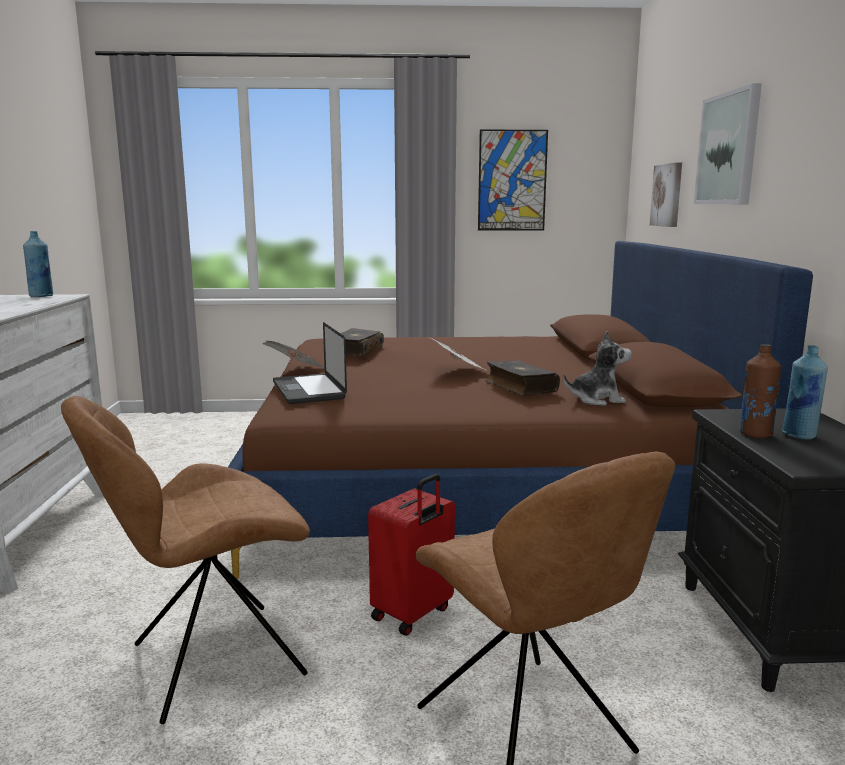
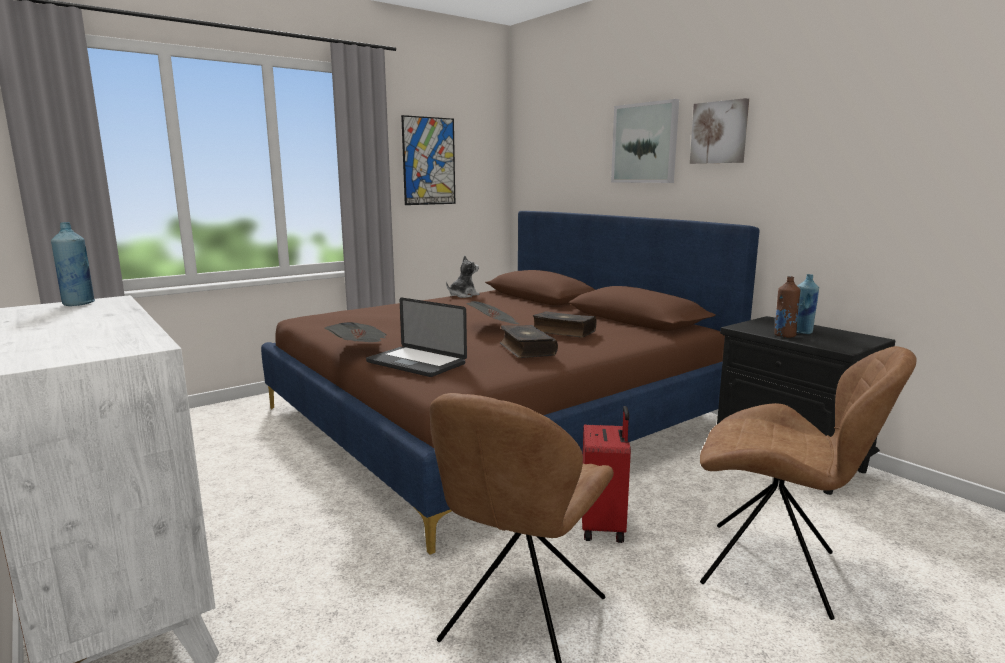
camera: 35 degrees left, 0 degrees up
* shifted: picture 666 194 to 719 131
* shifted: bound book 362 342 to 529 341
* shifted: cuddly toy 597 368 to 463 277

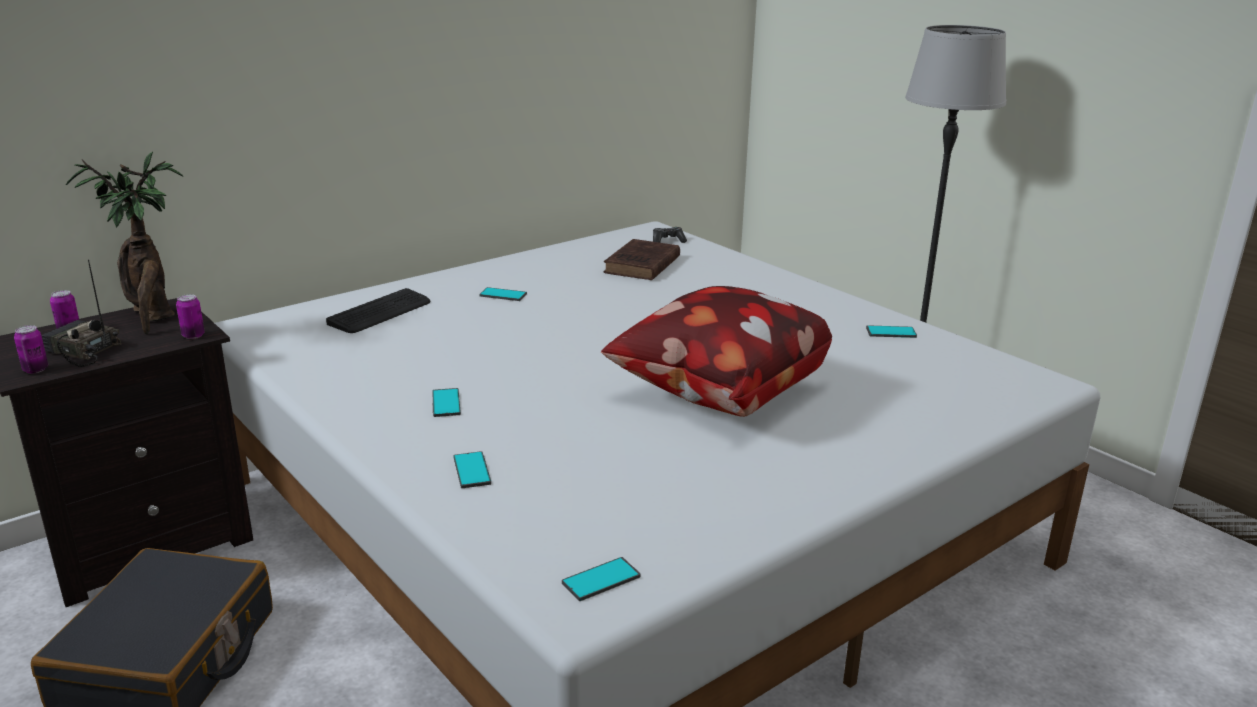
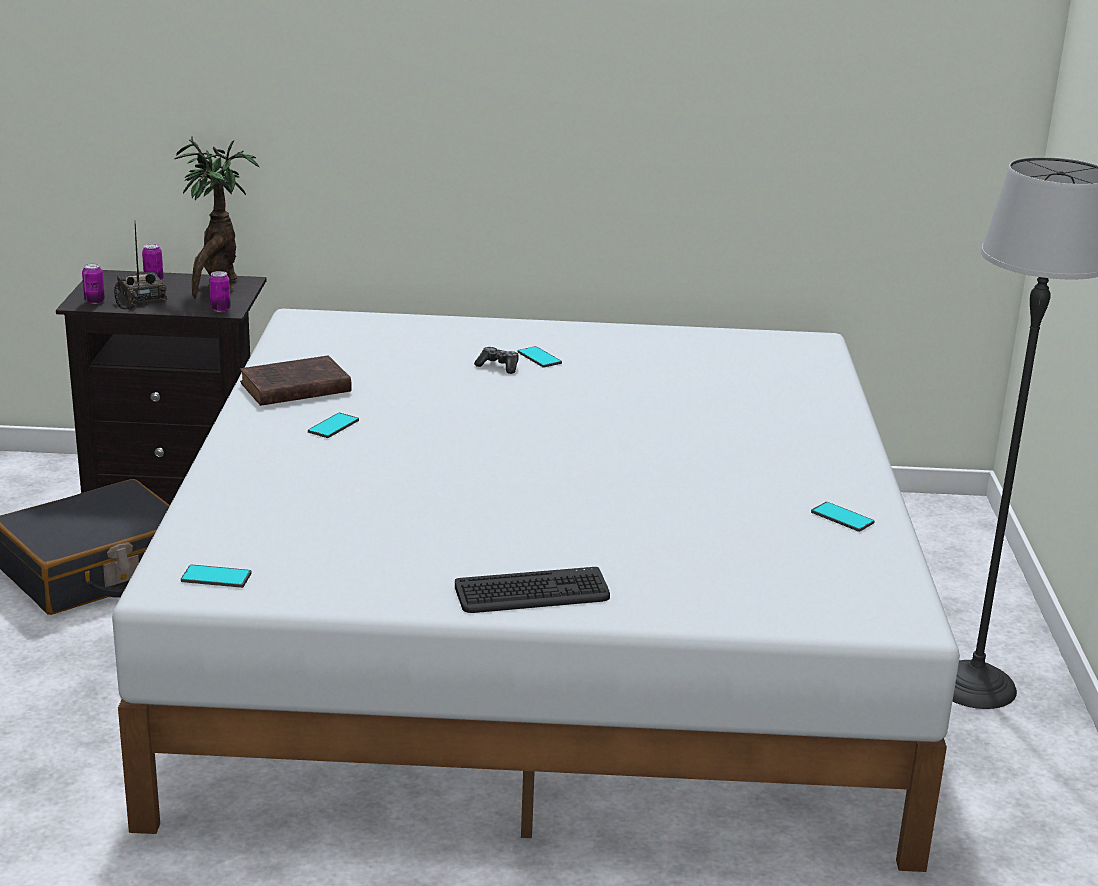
camera: 40 degrees right, 0 degrees up
* shifted: game controller 670 235 to 496 360
* shifted: bound book (brown) 642 259 to 296 380
* gone: throw pillow 716 351
* shifted: keyboard 378 310 to 532 590
* gone: telephone 472 469

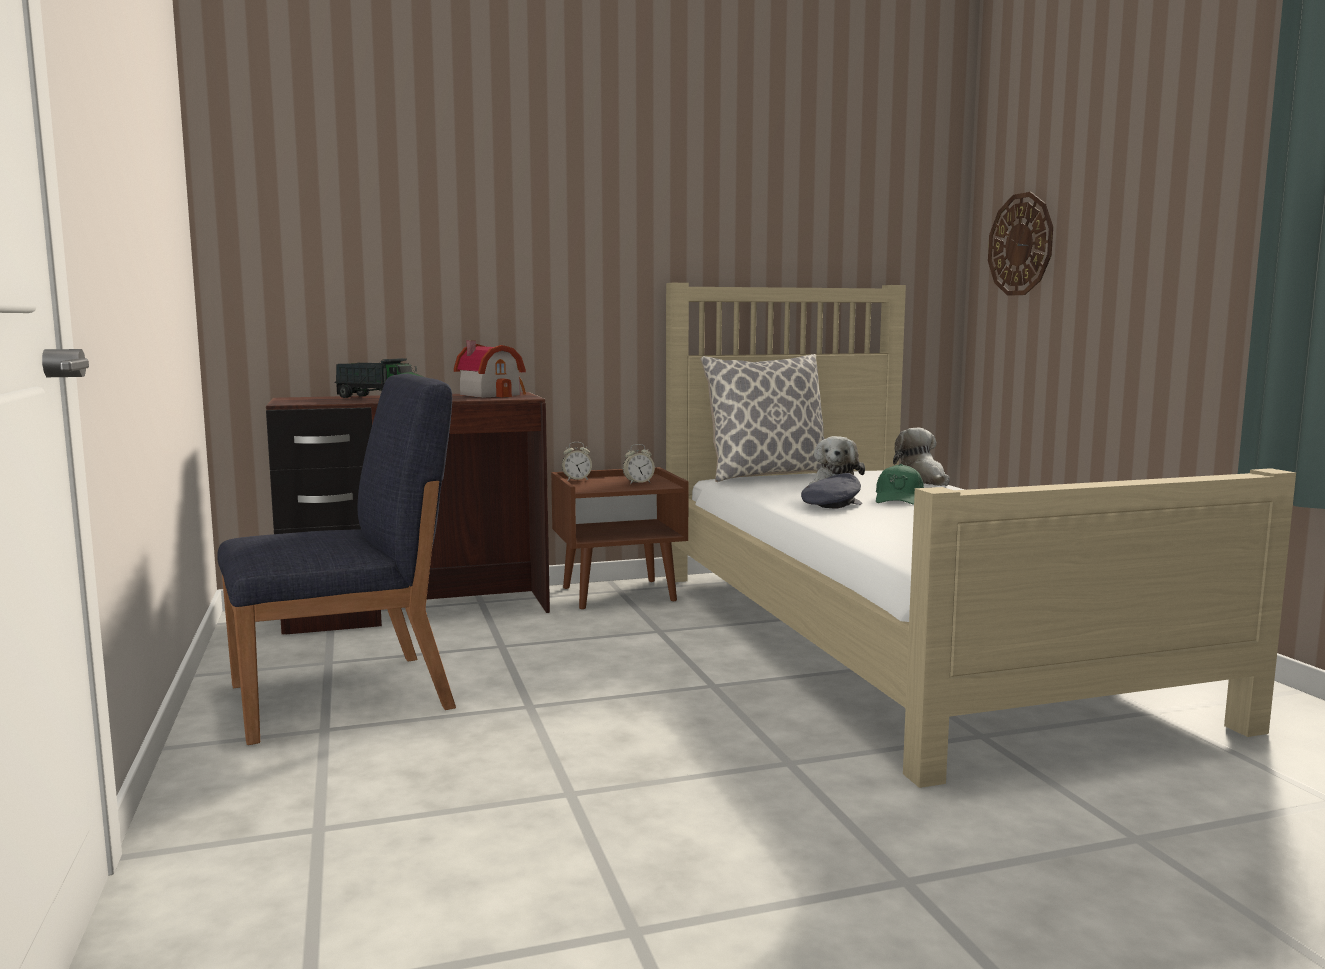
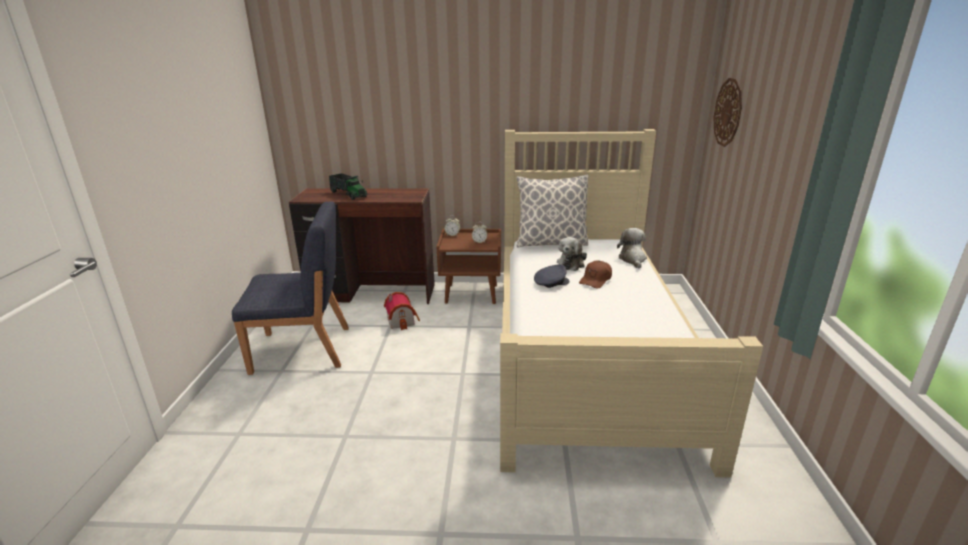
camera: 20 degrees right, 15 degrees up
* shifted: miniature house 490 369 to 402 311
* repainted: cap (green) 900 484 to cap (brown) 595 274

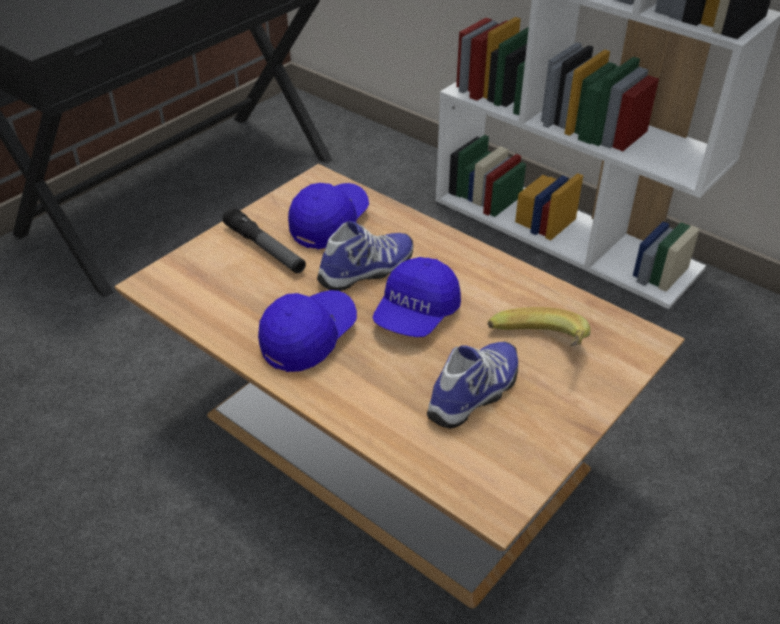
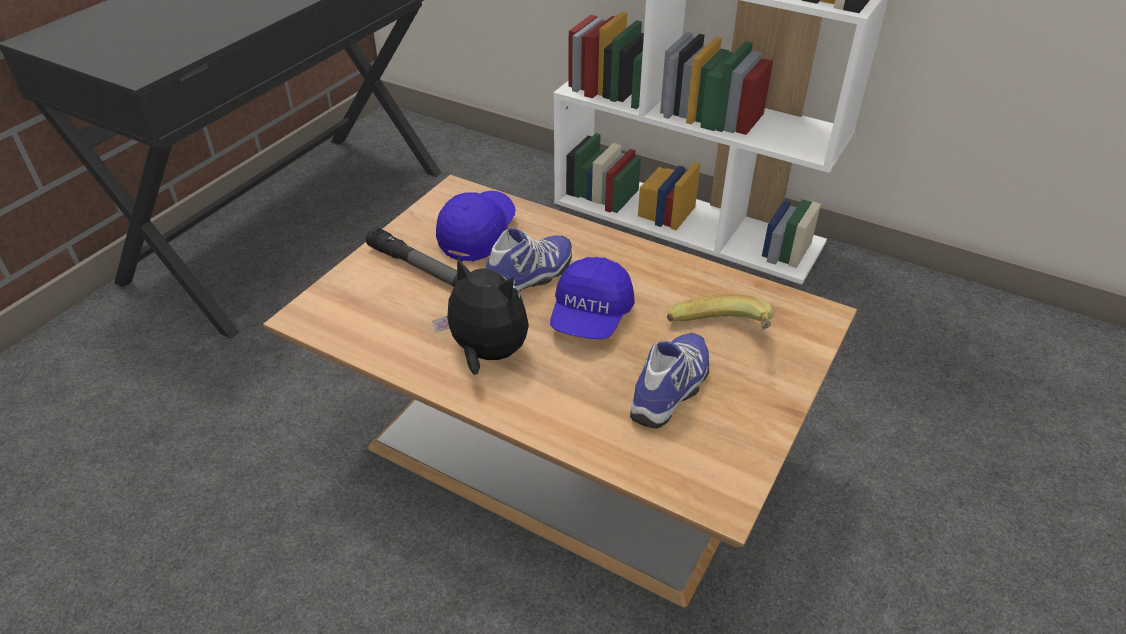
camera: 10 degrees left, 0 degrees up
* swapped: cap (blue-coloured) 307 331 to cuddly toy 480 316

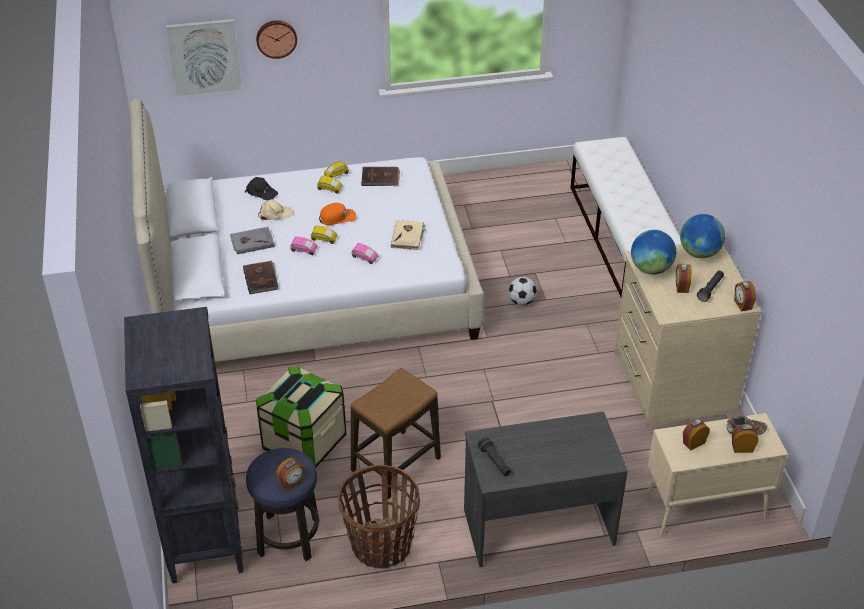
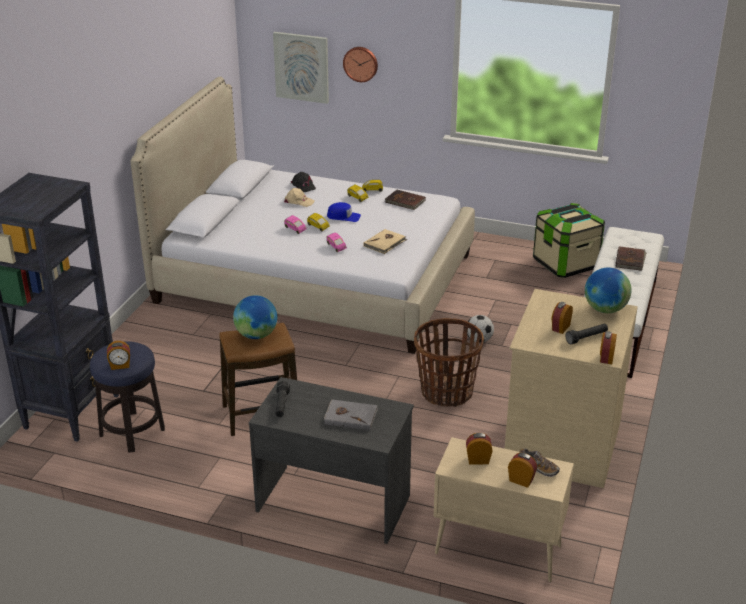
camera: 30 degrees right, 10 degrees down
* repainted: cap (orange-coloured) 337 214 to cap (blue-coloured) 344 212
* shifted: bound book (gray) 252 240 to 351 414
* shifted: desk globe 653 252 to 255 317
* shifted: bound book (brown) 261 277 to 631 258
* shifted: storage container 301 417 to 569 240
* shifted: basket 379 516 to 449 362

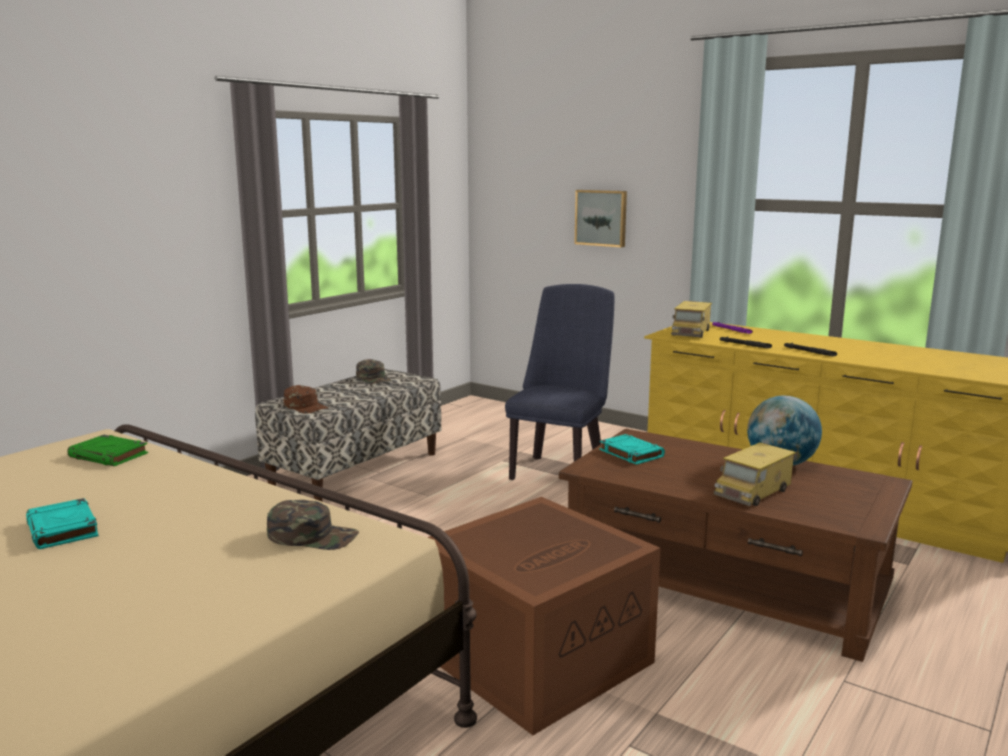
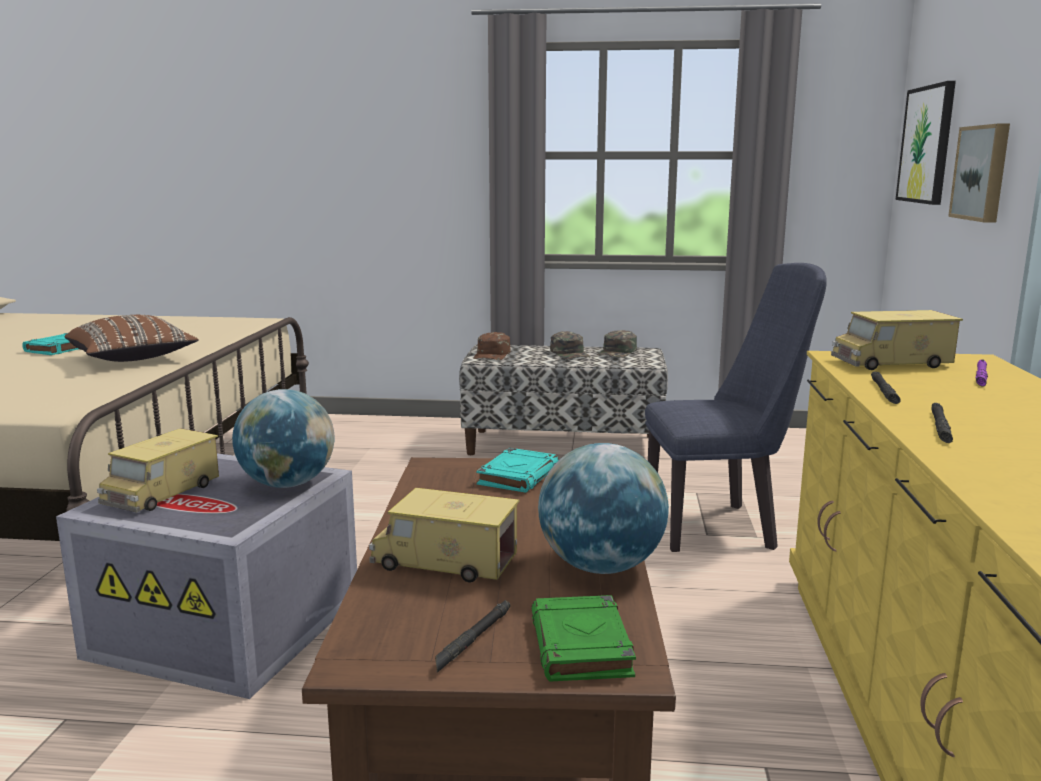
camera: 60 degrees right, 0 degrees up
* shifted: bound book (green) 107 450 to 583 638
* repainted: storage container (brown) 544 616 to storage container (gray) 206 576
* shifted: cap (green) 313 525 to 570 345
* new: picture 926 143
* new: throw pillow (brown) 132 338
* new: desk globe 283 438
* new: toy lorry 158 470
* new: hand torch (blackish) 473 636

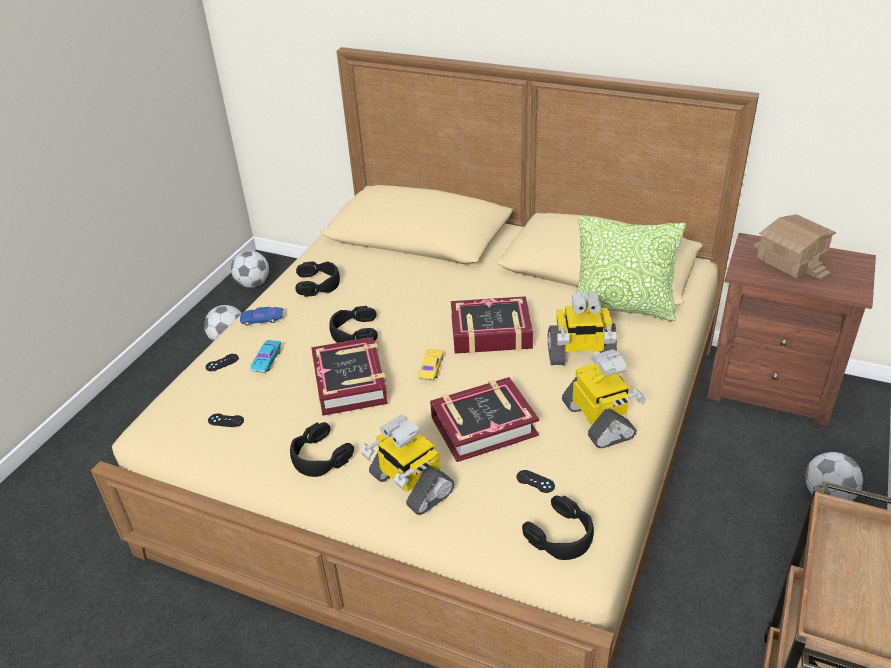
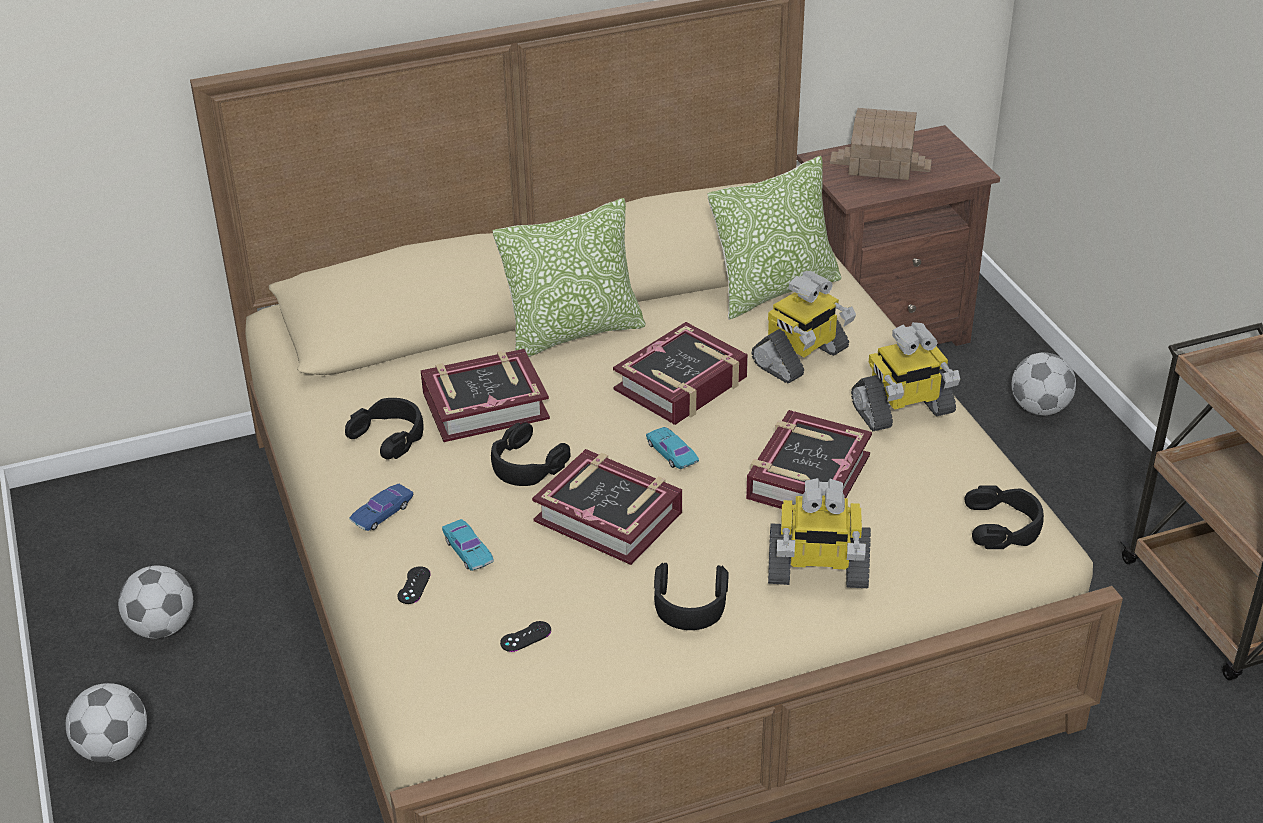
camera: 45 degrees left, 0 degrees up
* shifted: ball for football 250 269 to 106 723
* repainted: model car (yellow) 430 364 to model car (turquoise-coloured) 672 448
* rotated: robot figure 604 398 = 905 376 135 degrees clockwise
* gone: game controller (blackish) 535 481
* new: throw pillow 569 277
* new: bound book 485 395

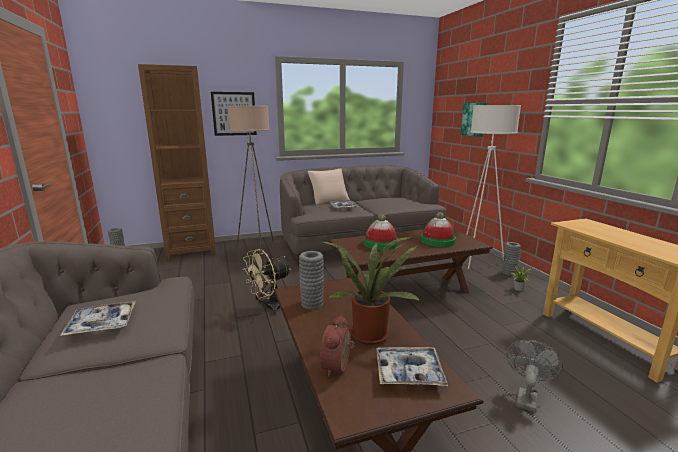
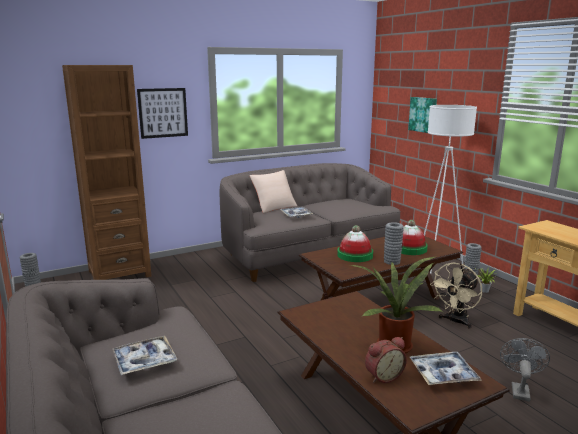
camera: 10 degrees left, 0 degrees up
* gone: standing lamp (sand-coloured) 250 179
* shifted: cooling fan (sand-coloured) 267 282 to 456 296
* shifted: flower vase (gray) 311 280 to 394 243
* rotated: bedside clock 337 346 = 386 360 120 degrees counterclockwise

